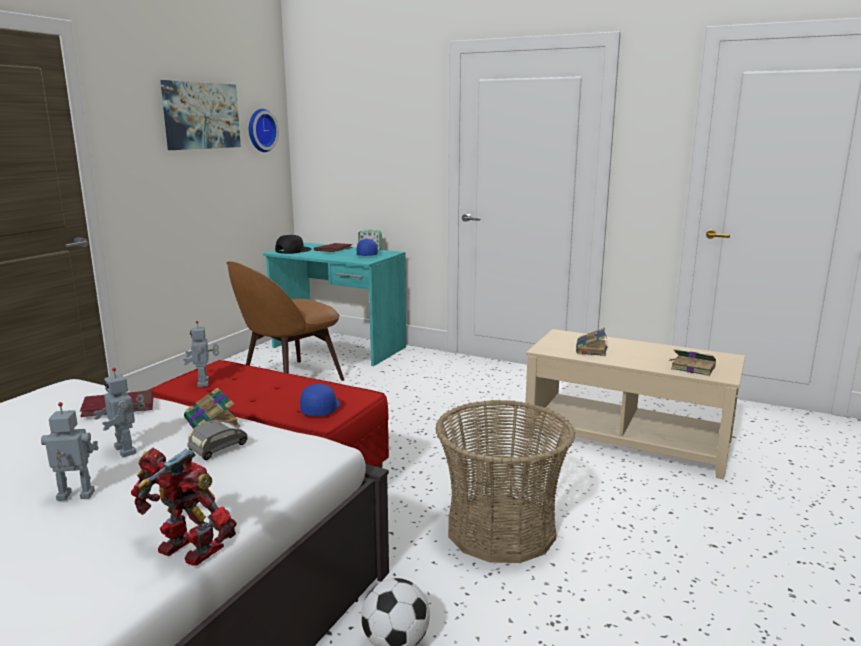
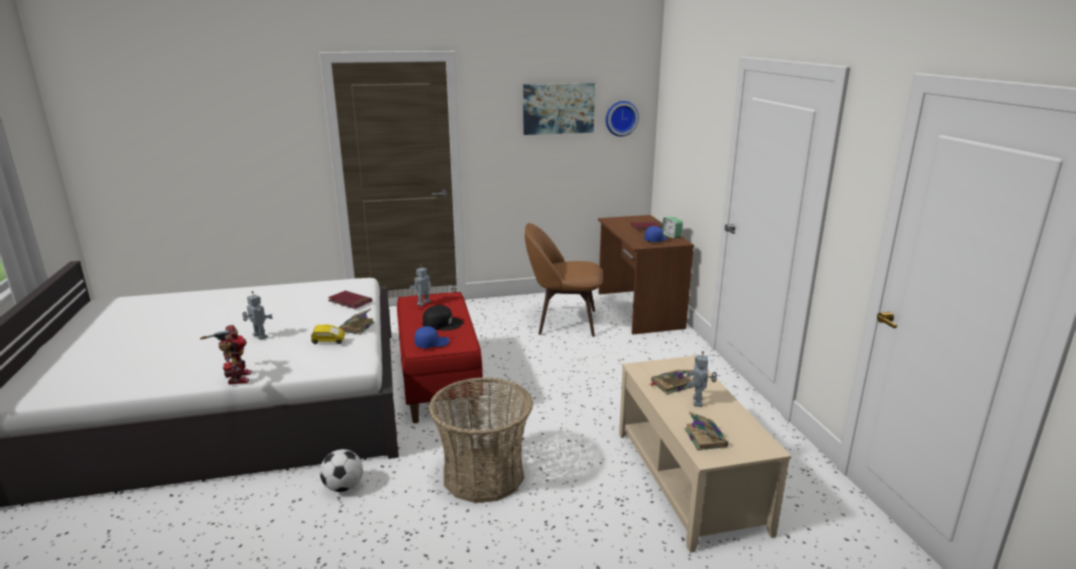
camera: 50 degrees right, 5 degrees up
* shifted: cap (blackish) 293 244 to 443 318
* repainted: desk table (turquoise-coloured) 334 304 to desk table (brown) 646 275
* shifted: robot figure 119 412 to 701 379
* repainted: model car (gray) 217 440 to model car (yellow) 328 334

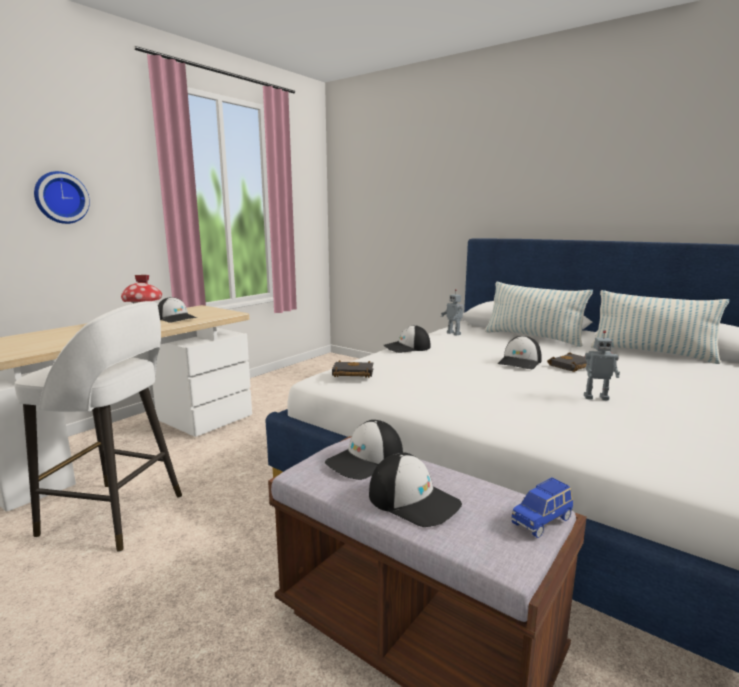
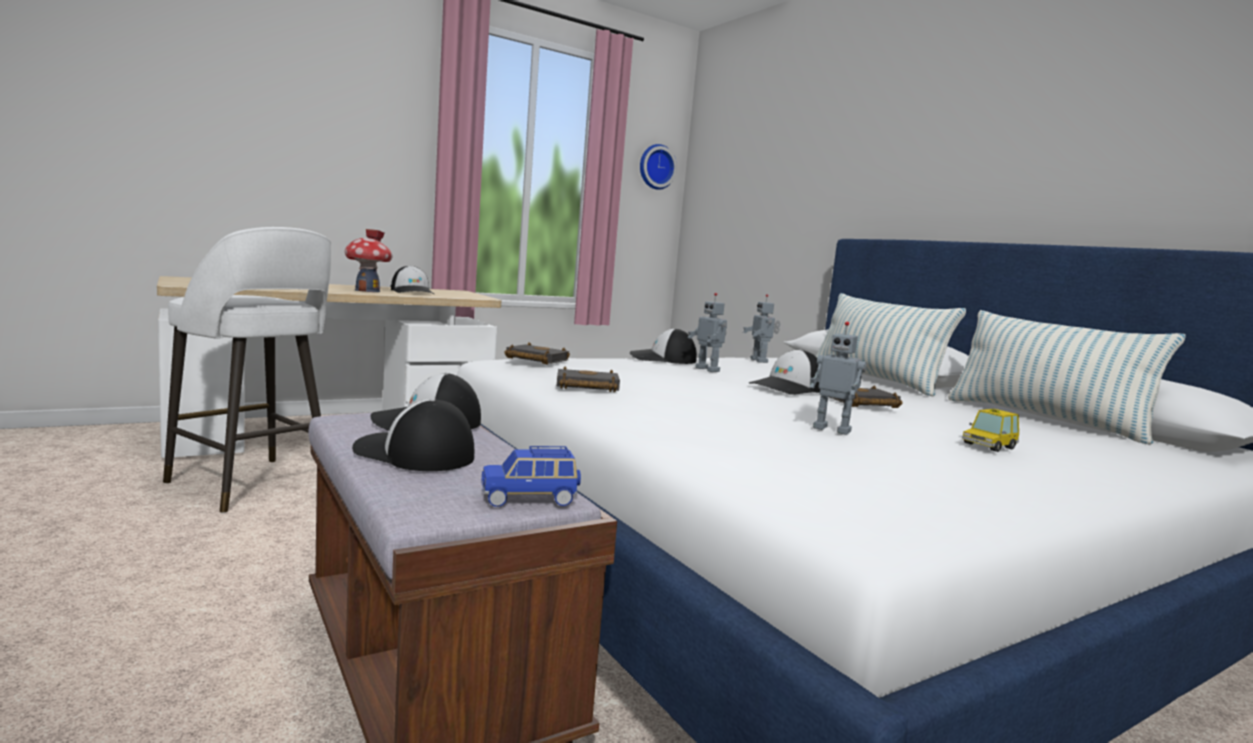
camera: 20 degrees right, 5 degrees down
* shifted: clock on the wall 62 197 to 658 167
* rotated: cap 415 489 = 413 435 150 degrees clockwise
* new: robot figure 707 332
* new: bound book (blackish) 588 379
* new: model car 990 430

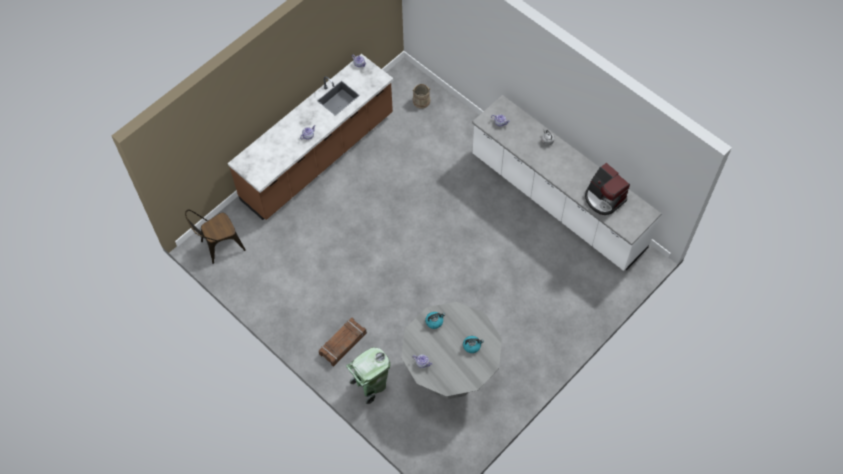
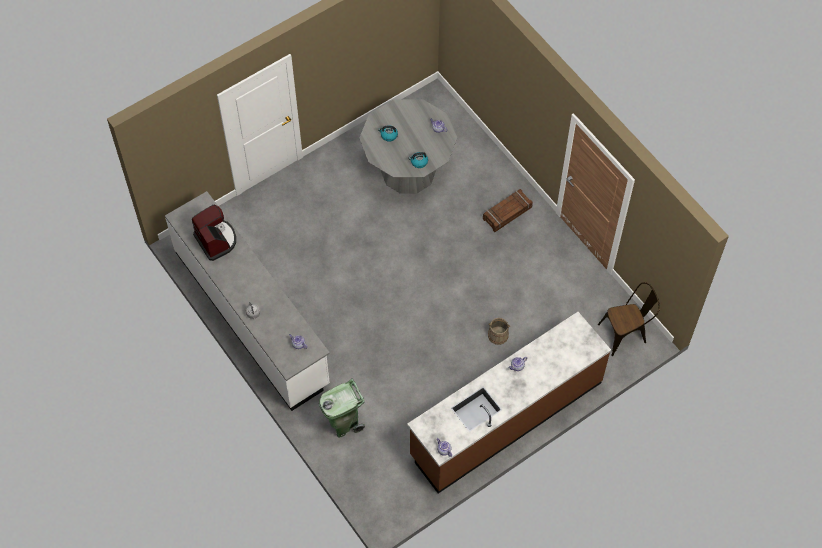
camera: 170 degrees left, 0 degrees up
* shifted: water bucket (sand-coloured) 421 96 to 499 331
* shifted: trash can (green) 368 375 to 342 408

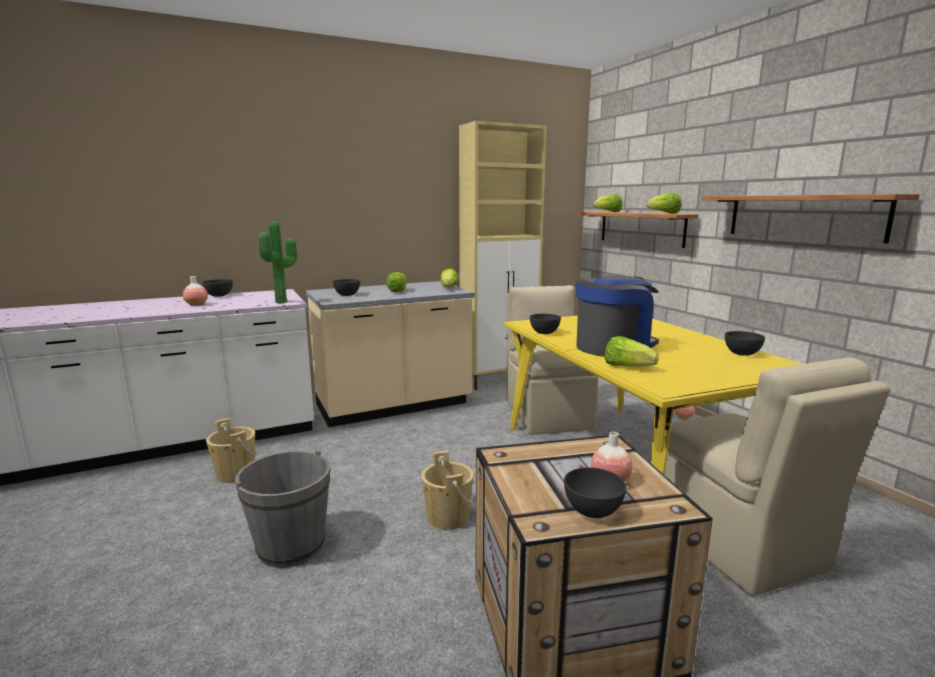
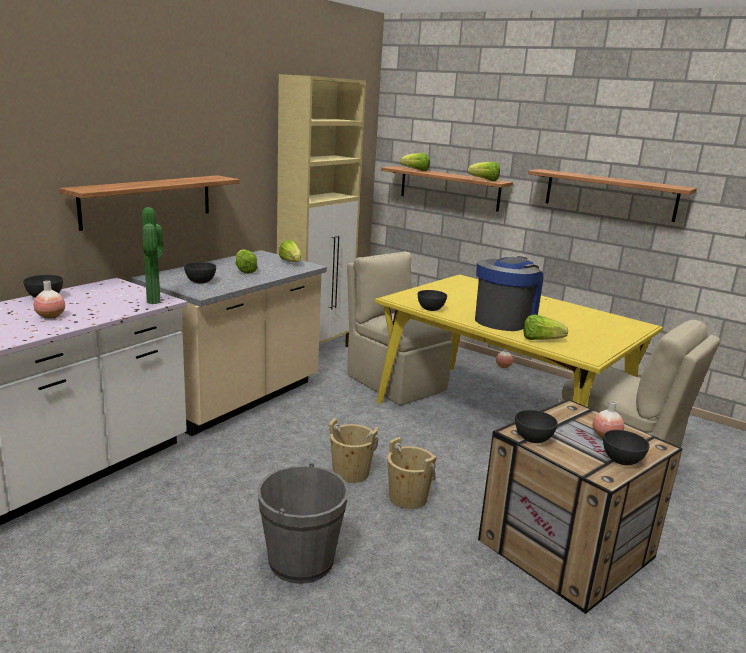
camera: 30 degrees left, 5 degrees up
* shifted: serving bowl (gray) 745 343 to 536 426
* shifted: water bucket (sand-coloured) 231 450 to 353 450
* new: shelf 149 203

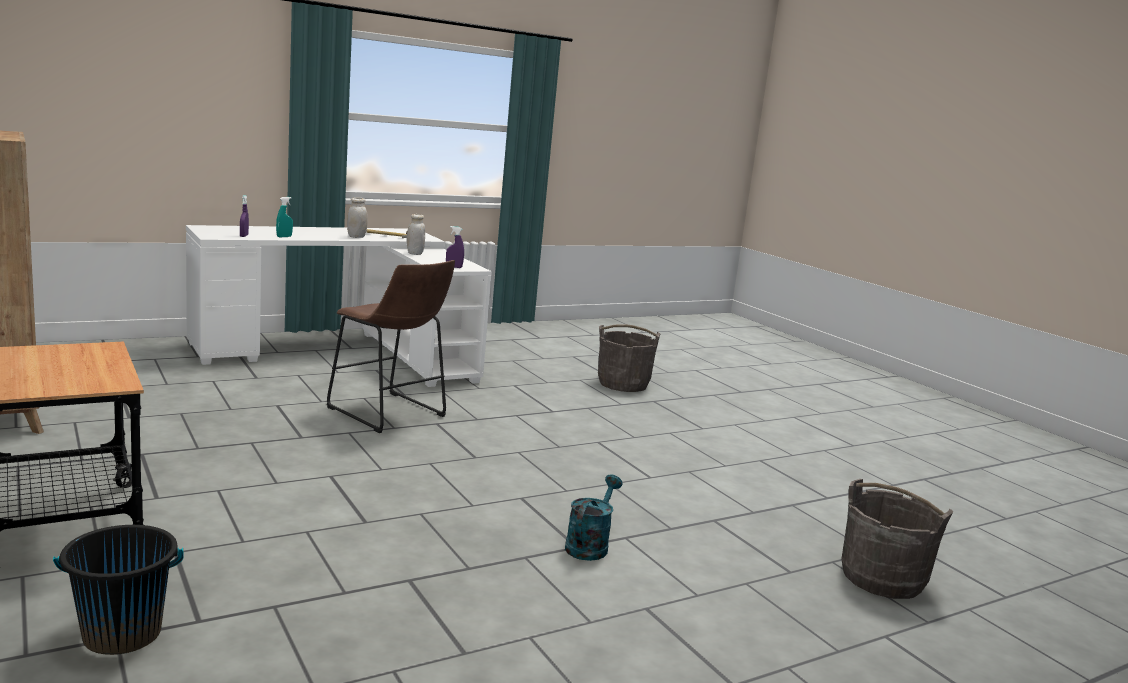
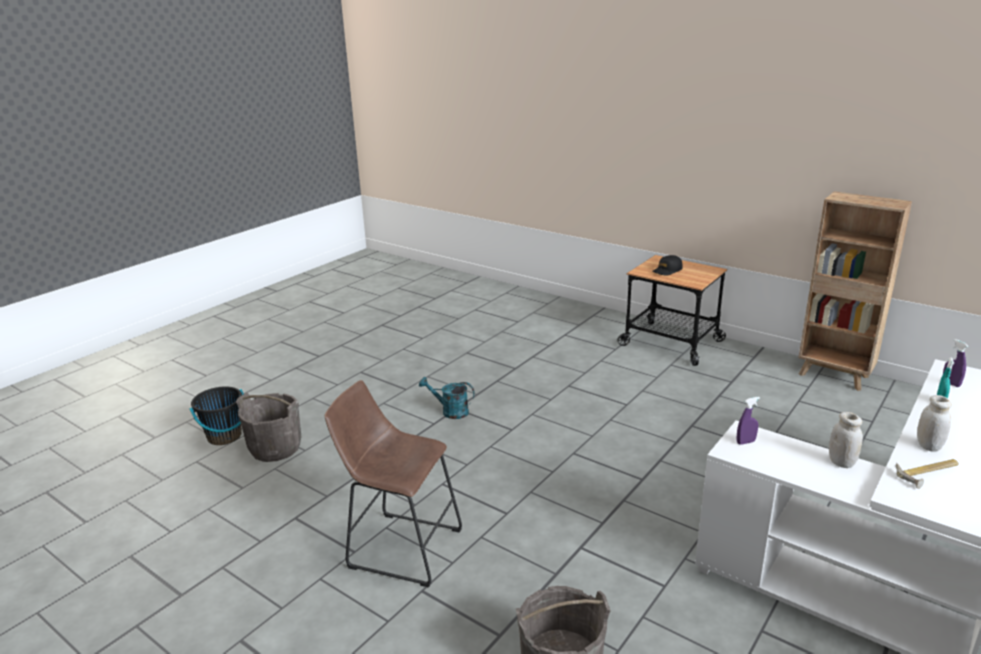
camera: 160 degrees right, 10 degrees up
* shifted: sitting stool (brown) 391 346 to 393 484
* rotated: sprinkling can (turquoise-coloured) 594 517 = 447 398 105 degrees clockwise
* shifted: water bucket (blackish) 118 590 to 217 416
* new: cap (blackish) 667 265

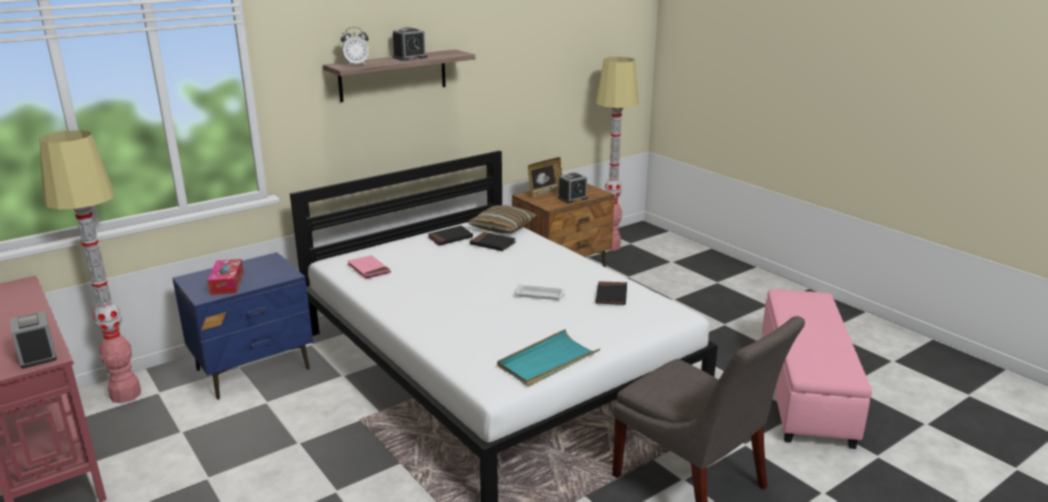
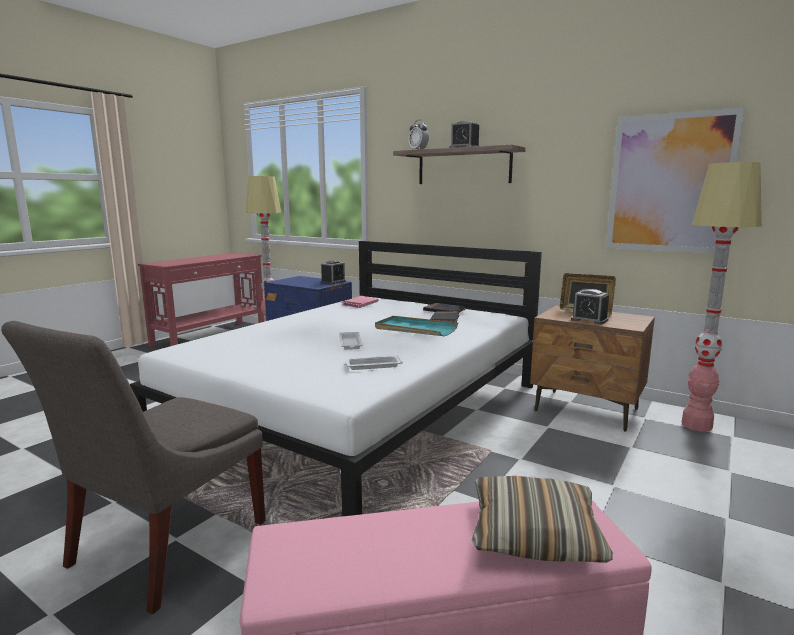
camera: 70 degrees right, 10 degrees down
* shifted: throw pillow 502 219 to 542 519
* gone: tissue box 226 277
* swapped: bound book (blackish) 611 293 to carrying tray (white) 373 362
* shifted: bedside clock 33 339 to 333 273
* shifted: carrying tray (turquoise-coloured) 548 357 to 416 326
* new: picture 675 180

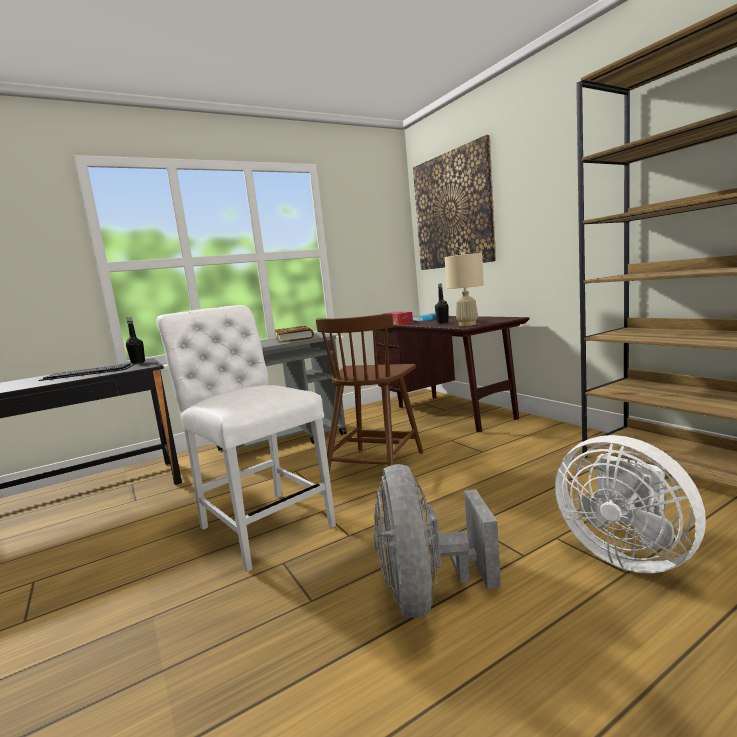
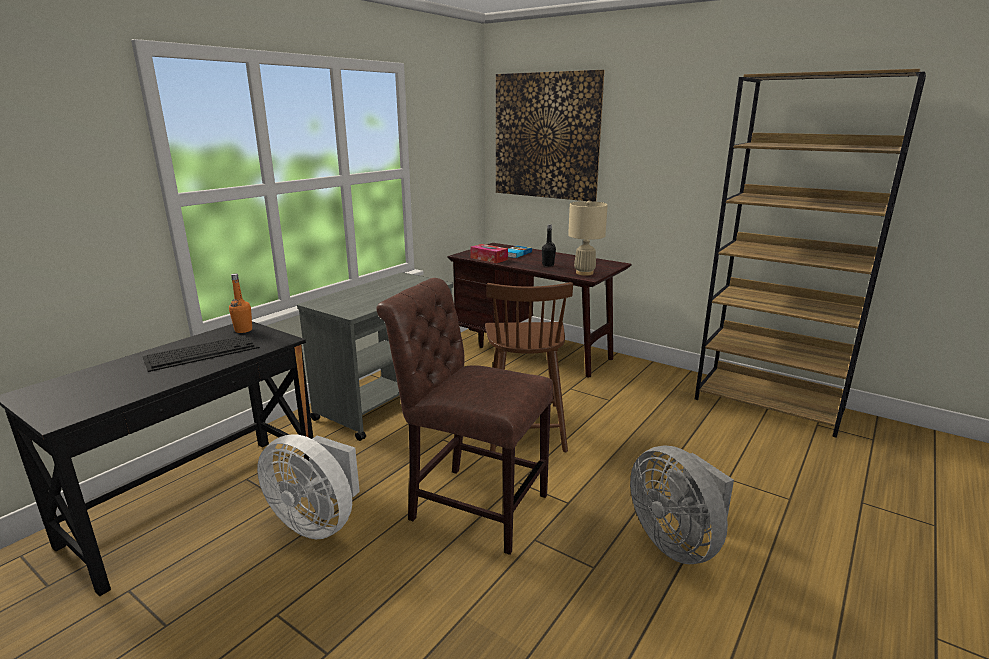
camera: 25 degrees left, 10 degrees up
* repainted: plain chair (white) 246 438 to plain chair (brown) 465 416
* repainted: drink bottle (blackish) 135 340 to drink bottle (orange-coloured) 240 303
* gone: bound book 294 334
* shifted: cooling fan (white) 630 504 to 308 486

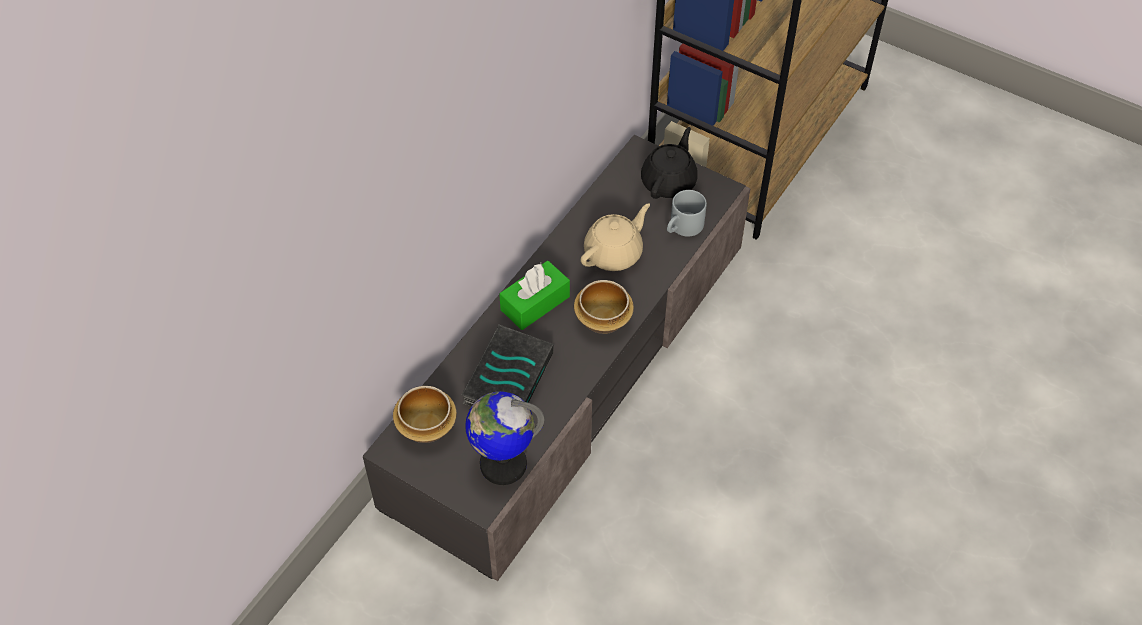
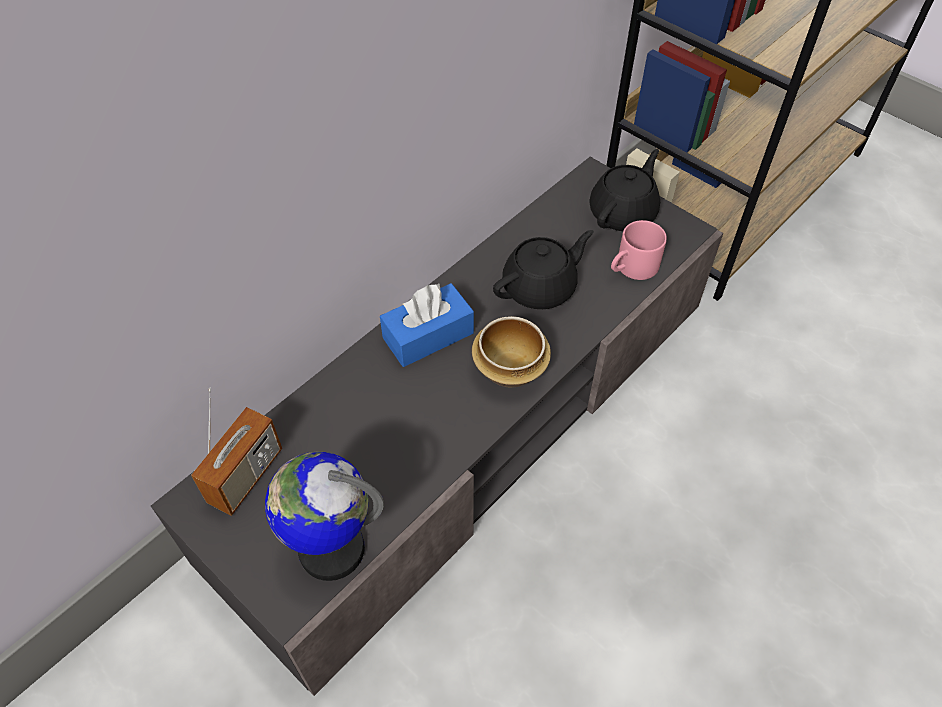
camera: 10 degrees right, 0 degrees up
* repainted: coffee mug (gray) 687 213 to coffee mug (pink-coloured) 639 250
* repainted: tea pot (sand-coloured) 615 237 to tea pot (blackish) 543 269
* repainted: tissue box (green) 534 295 to tissue box (blue-coloured) 427 325
* gone: bound book 508 366
* swapped: serving bowl 425 414 to radio set 236 452

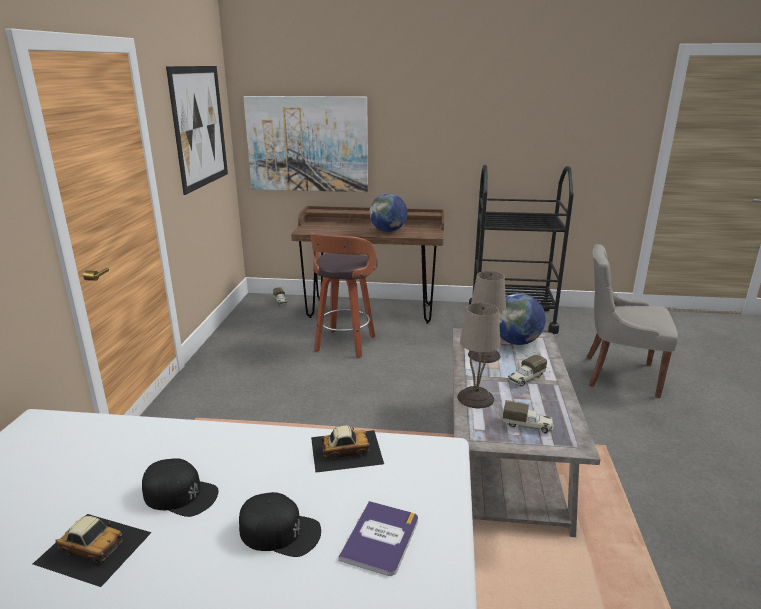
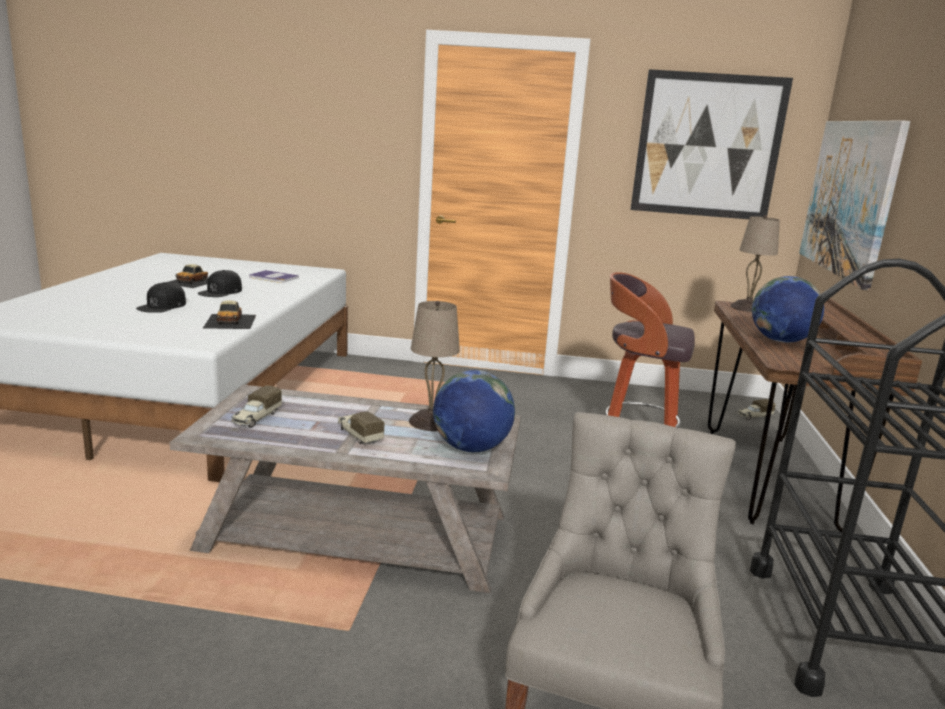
camera: 90 degrees right, 5 degrees down
* shifted: table lamp (sand-coloured) 478 355 to 755 263
* shifted: bound book 378 538 to 274 276

